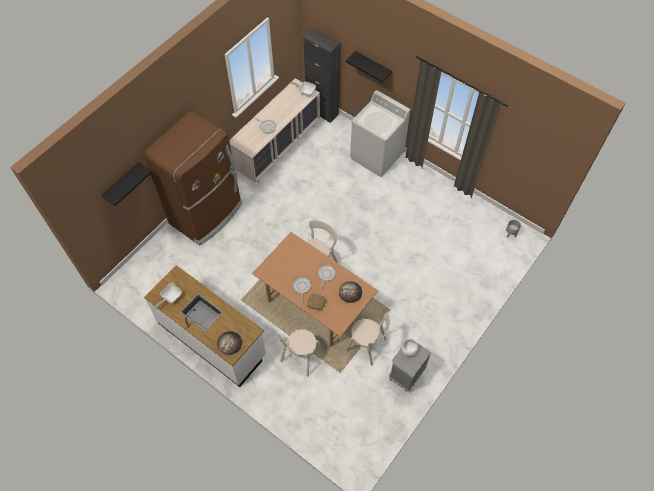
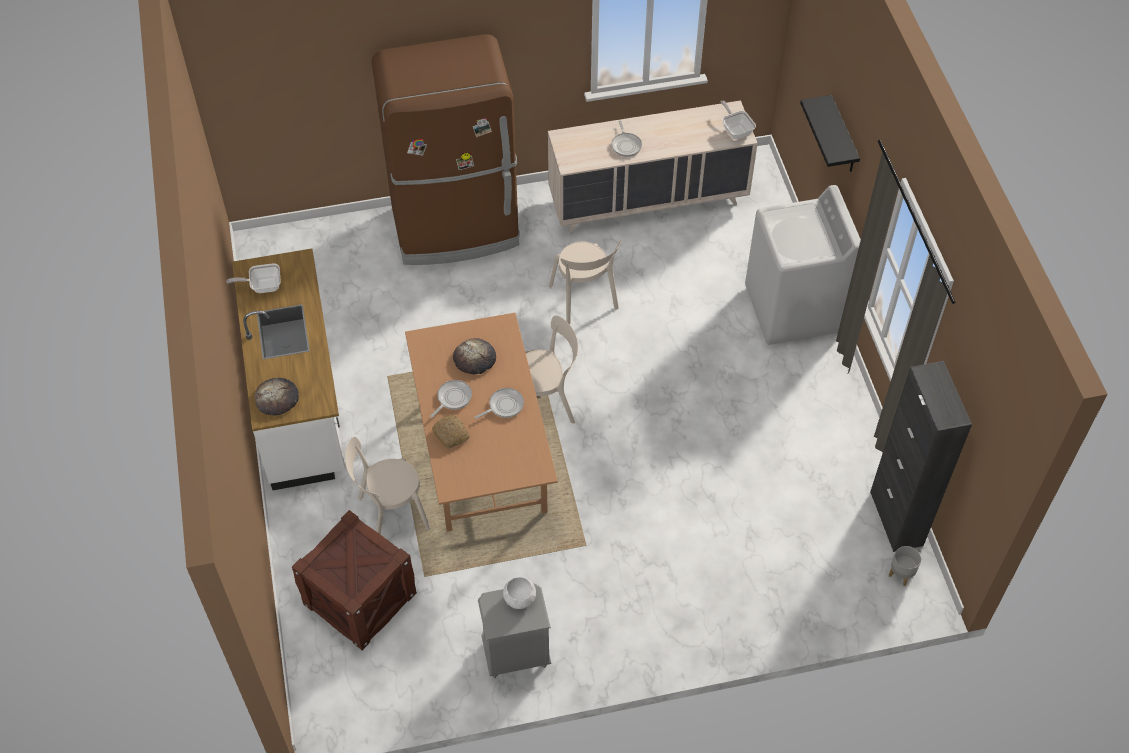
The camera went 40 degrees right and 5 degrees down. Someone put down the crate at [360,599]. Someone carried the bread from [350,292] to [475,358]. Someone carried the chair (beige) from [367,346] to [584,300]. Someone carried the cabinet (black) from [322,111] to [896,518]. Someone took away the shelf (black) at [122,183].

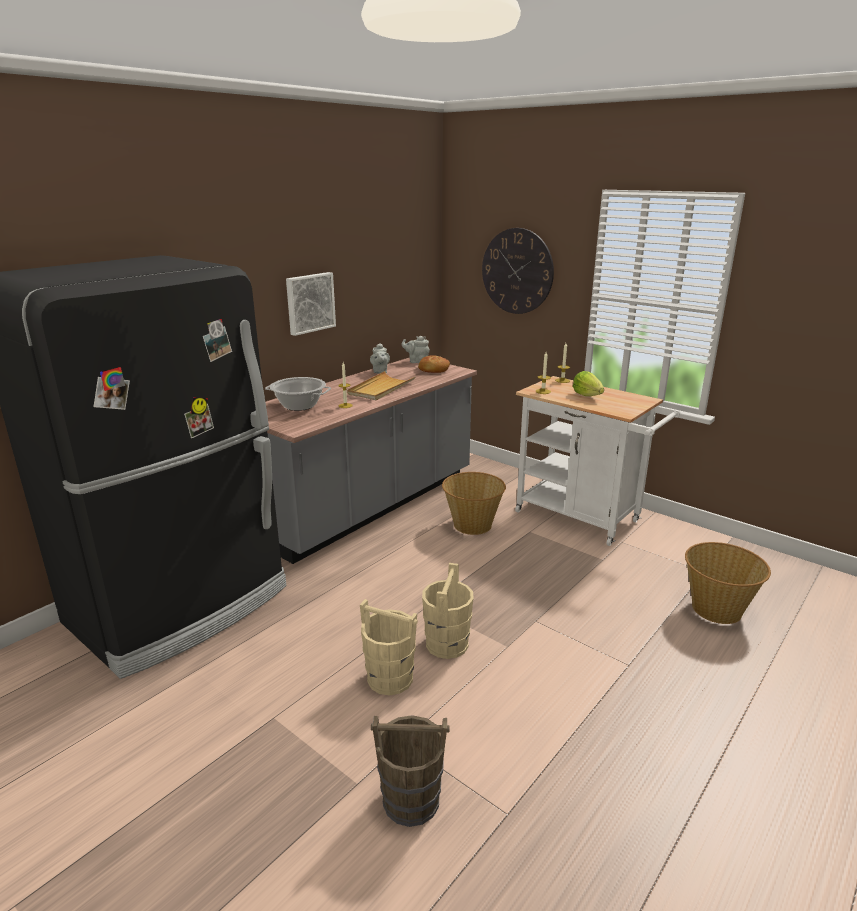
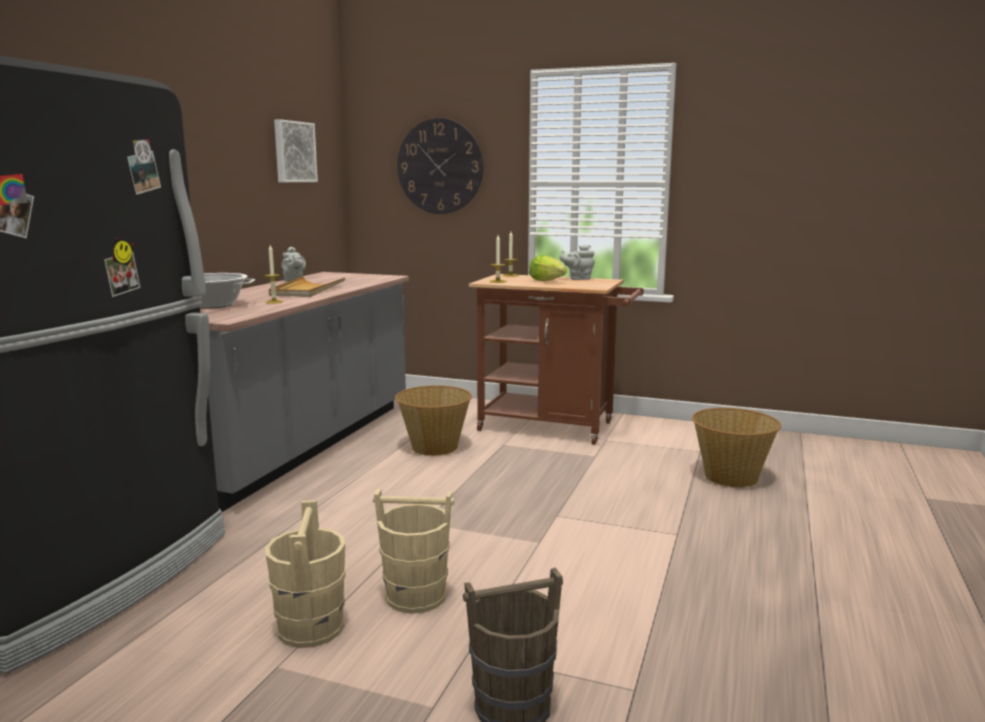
The camera went 20 degrees left and 10 degrees down. Someone carried the bucket (beige) from [447,643] to [311,627]. Someone carried the picture from [309,303] to [293,152]. Someone repainted the cart (white) at [584,518], which became the cart (brown) at [554,427]. Someone carried the teapot (grey) from [417,361] to [578,279]. Someone took away the bread at [433,370].

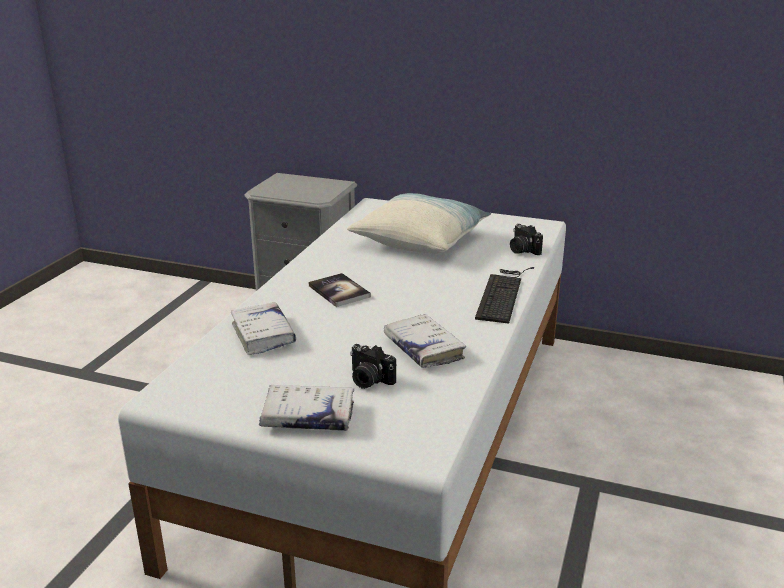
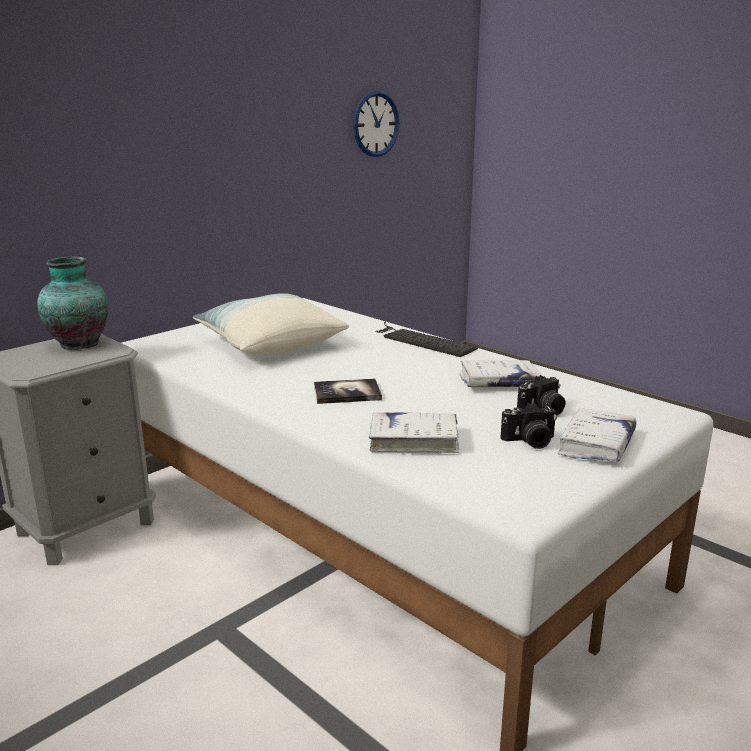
The camera went 65 degrees left and 5 degrees down. Someone put down the vase at [78,344]. Someone put up the wall clock at [376,124]. Someone carried the photo camera from [522,250] to [530,441].

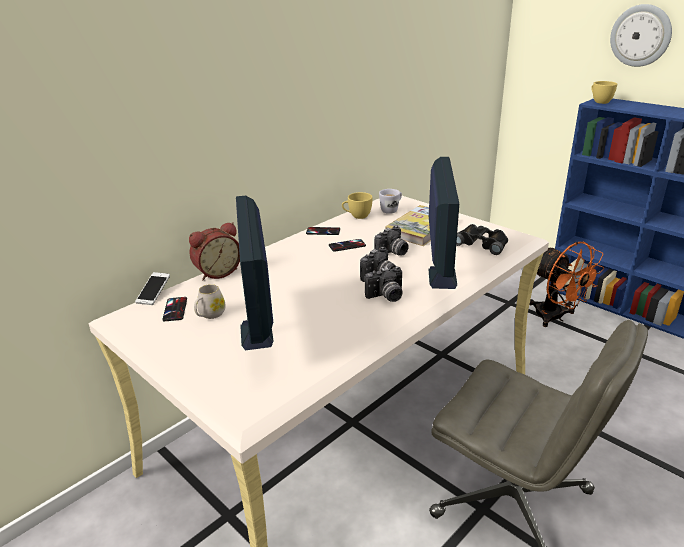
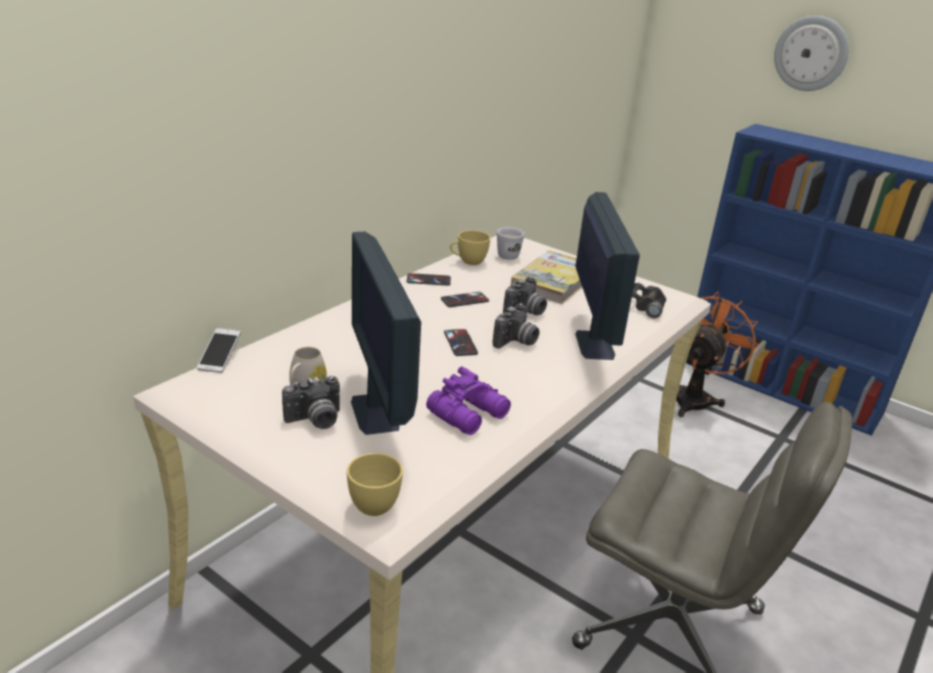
The camera went 10 degrees left and 0 degrees up. Someone carried the photo camera from [386,297] to [315,421]. Someone carried the cup (yellow) from [599,101] to [371,501]. Someone put down the binoculars (purple) at [470,414]. Someone carried the phone from [175,309] to [460,343]. Someone rotated the fan (orange) at [555,317] by 105 degrees counterclockwise. Someone took away the alarm clock at [217,272].

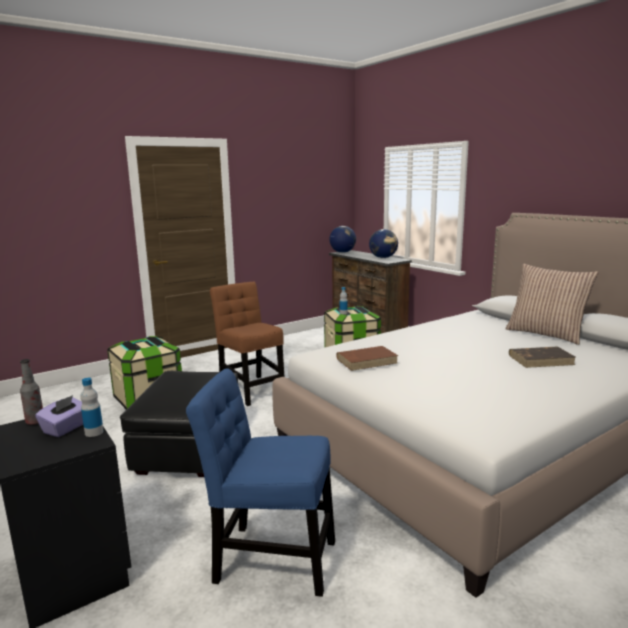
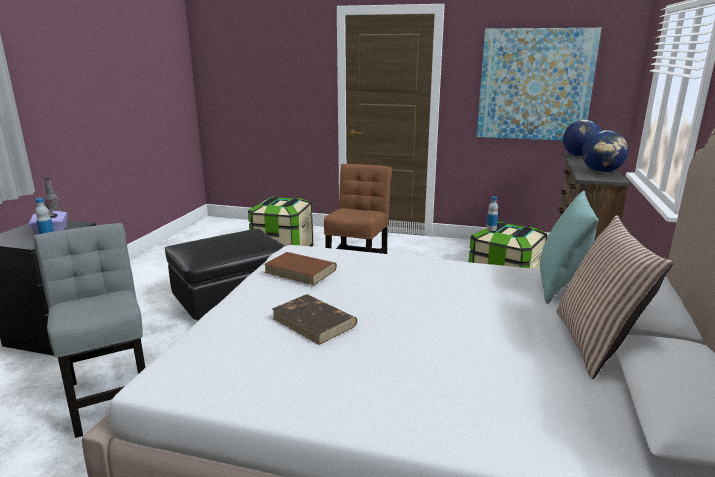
The camera went 50 degrees right and 5 degrees up. Someone repainted the chair (blue) at [269,559], which became the chair (grey) at [110,394]. Someone carried the book (brown) from [541,360] to [314,322]. Someone put up the picture at [534,85]. Someone put down the pillow (turquoise) at [560,286].

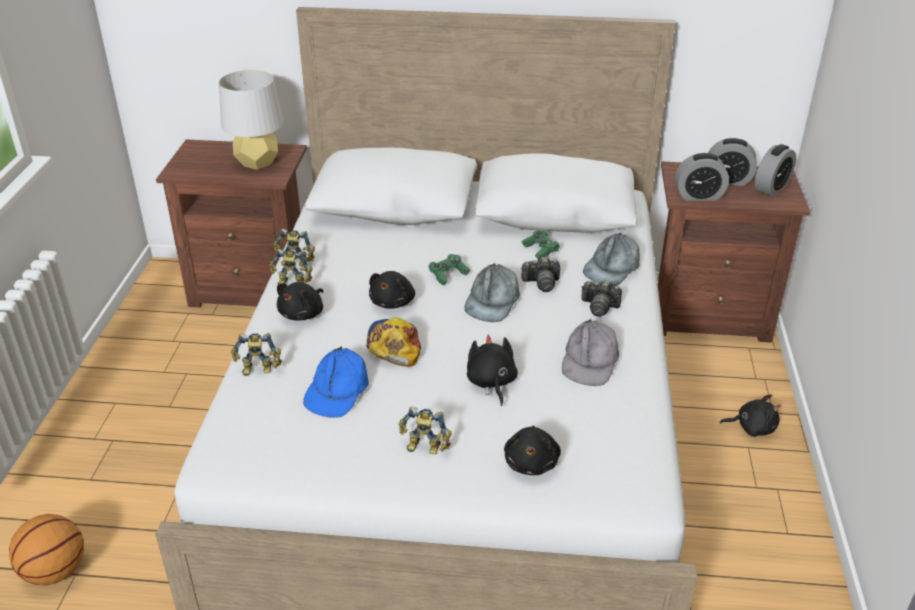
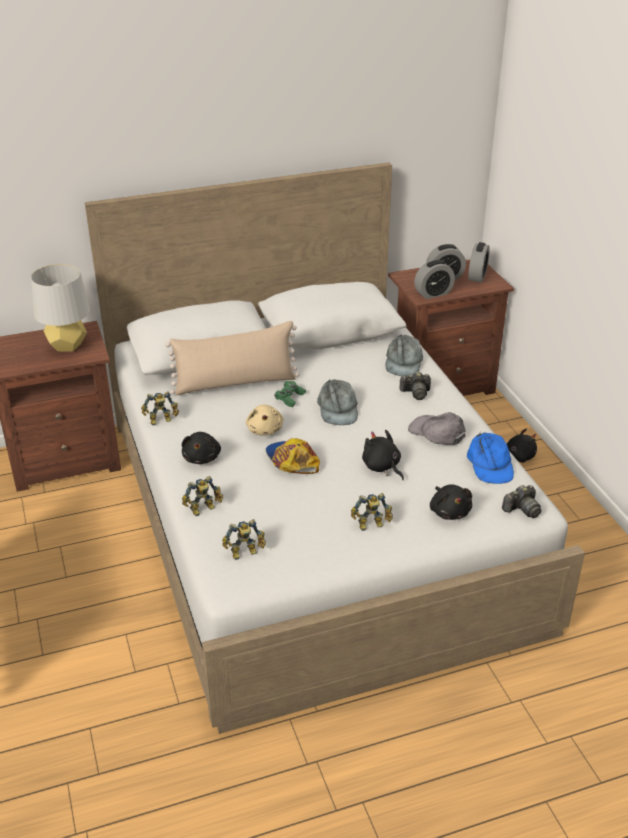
The camera went 25 degrees left and 0 degrees up. Someone put down the pillow (beige) at [235,383]. Someone carried the toy robot from [292,284] to [245,553]. Someone repainted the plush toy (black) at [393,302], which became the plush toy (beige) at [265,429]. Someone rotated the cap (grey) at [589,361] by 135 degrees clockwise. Someone carried the cap (blue) from [337,390] to [489,465]. Someone carried the photo camera from [541,283] to [522,509]. Someone took away the basketball at [55,571]. Someone took away the game controller (green) at [540,250].

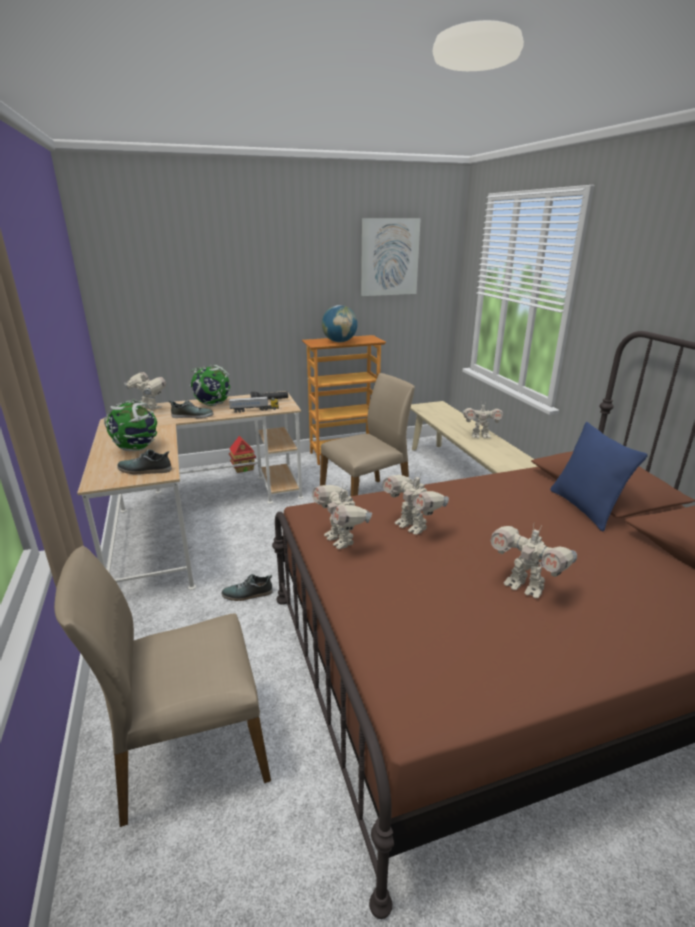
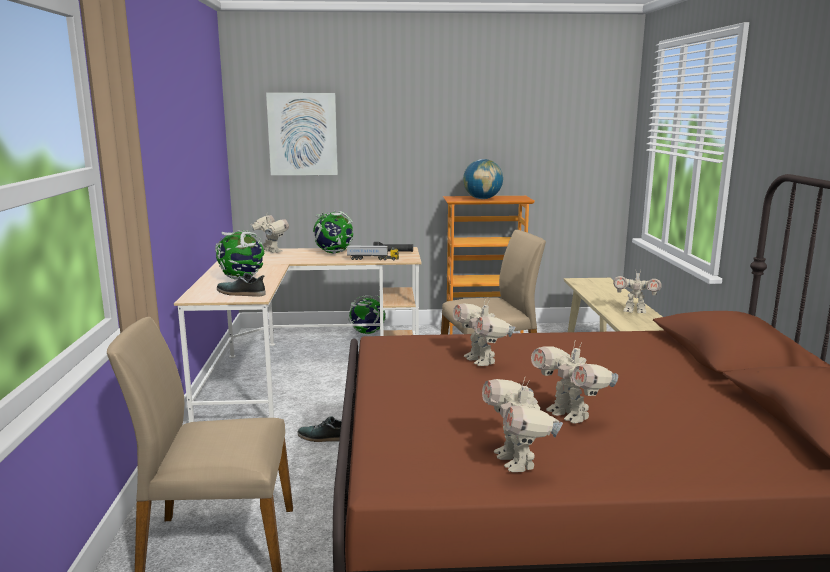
The camera went 15 degrees right and 10 degrees down. Someone carried the picture from [389,257] to [302,134]. Someone swapped the toy house at [243,468] for the globe at [367,333]. Someone carried the toy robot from [341,540] to [517,461]. Someone took away the shoe at [192,416]. Someone took away the pillow (blue) at [584,508].

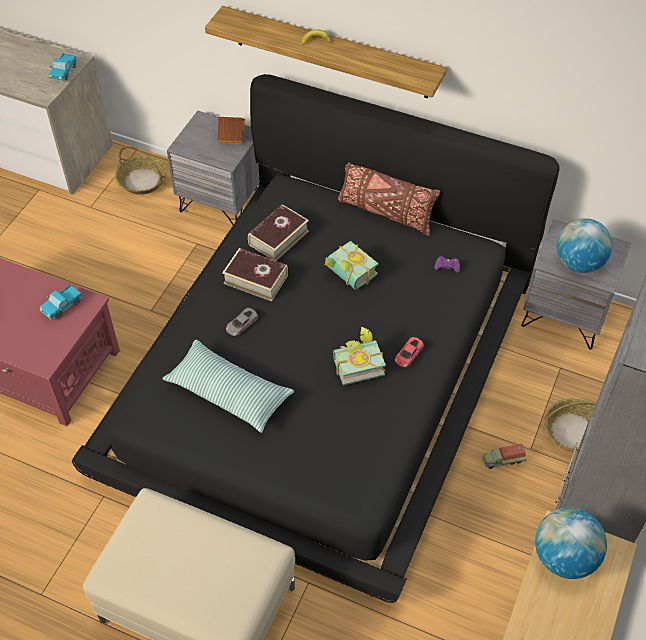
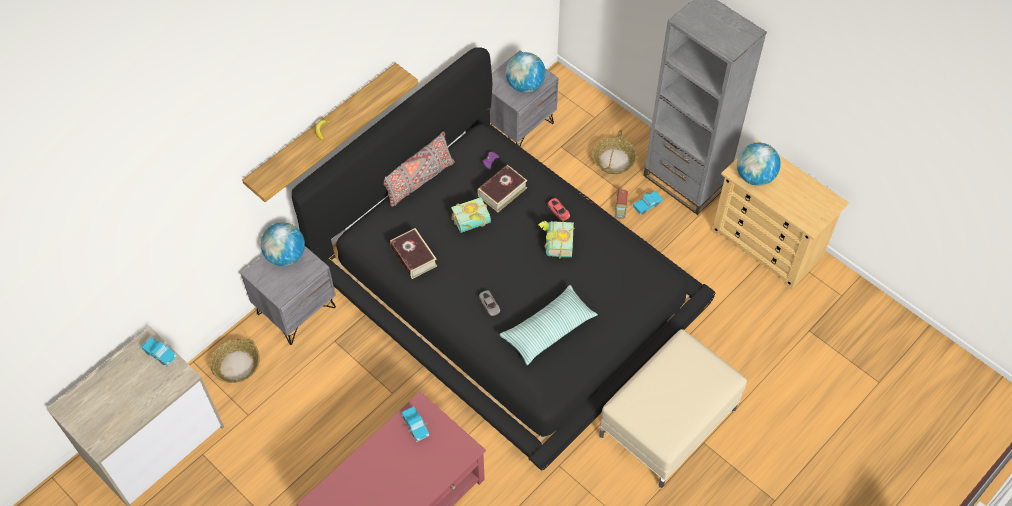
The camera went 70 degrees left and 5 degrees up. Someone swapped the toy house at [231,135] for the globe at [286,256]. Someone repainted the pillow (brown) at [385,213], which became the pillow (grey) at [419,181]. Someone carried the book from [255,279] to [502,192]. Someone put down the toy truck at [647,205].

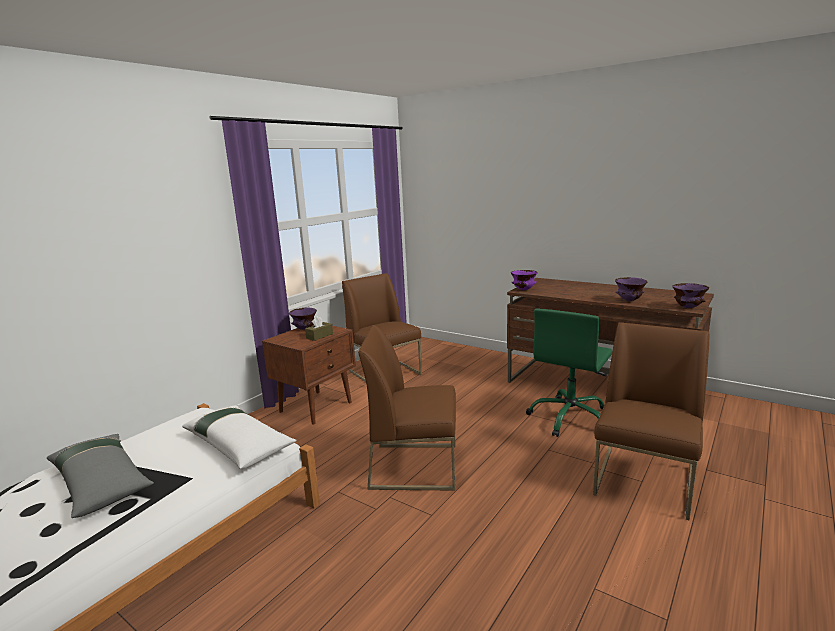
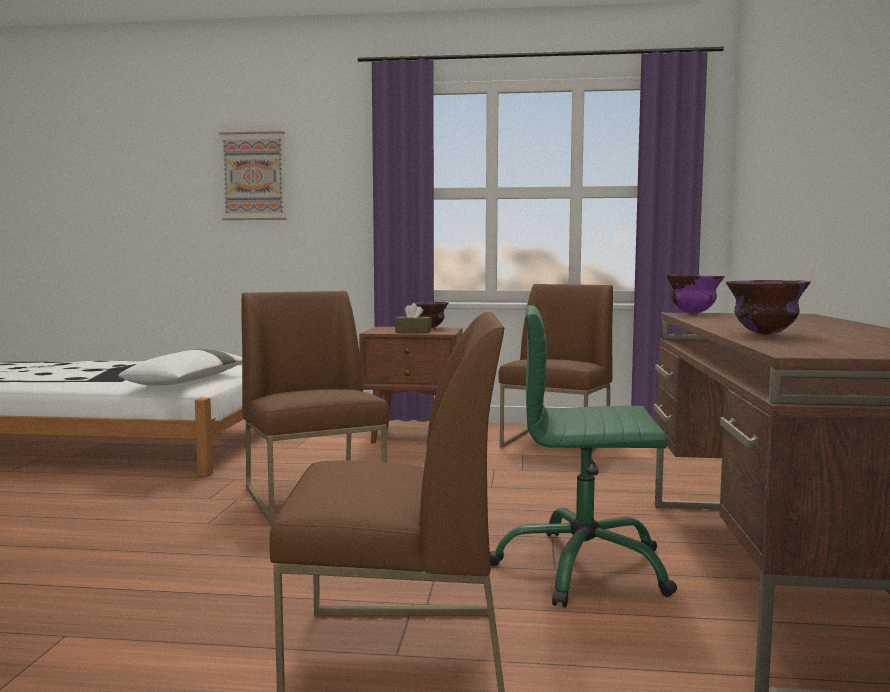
The camera went 60 degrees right and 10 degrees down. Someone put up the picture at [253,176]. Someone took away the pillow (grey) at [101,482]. Someone took away the bowl (purple) at [687,307].

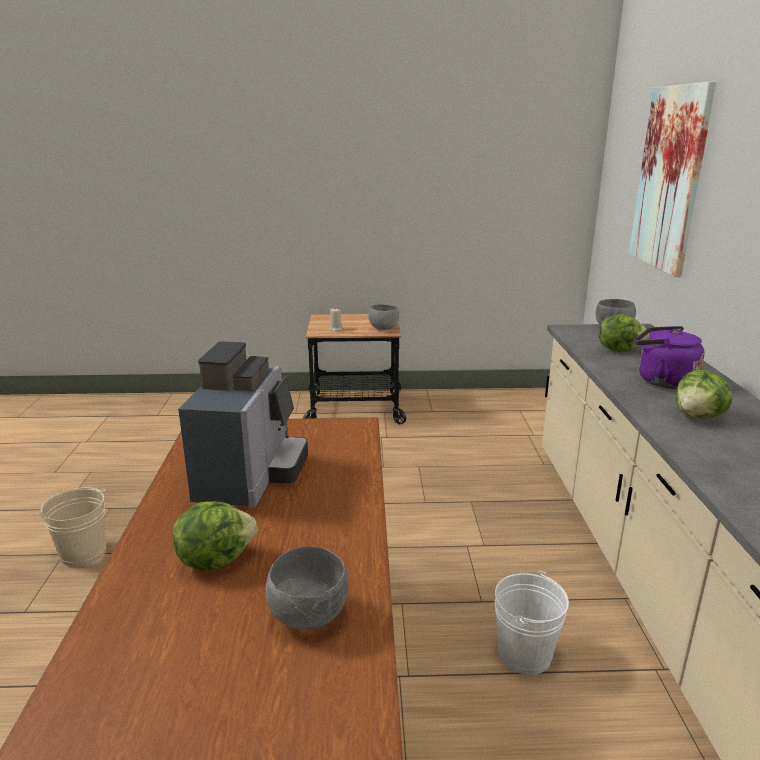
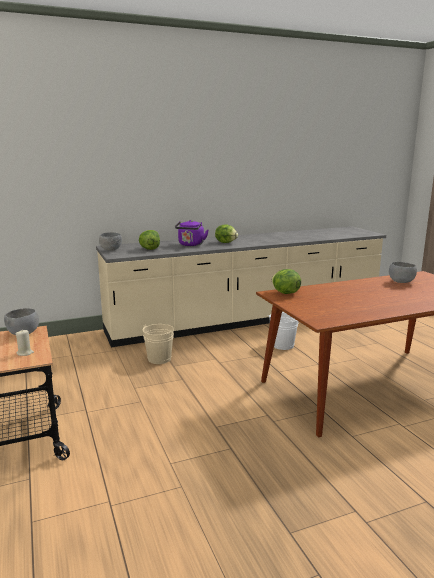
The camera went 110 degrees left and 5 degrees down. Someone carried the bucket (beige) from [83,553] to [159,359]. Someone carried the lettuce from [215,559] to [285,293]. Someone took away the coffee machine at [251,476]. Someone took away the picture at [670,179].

